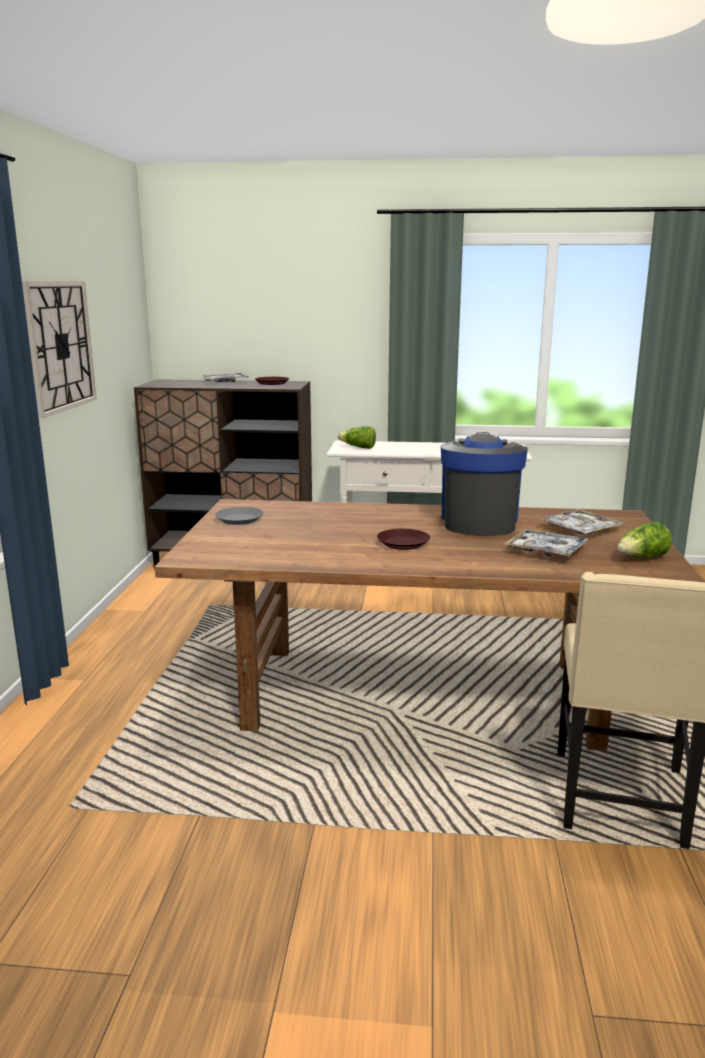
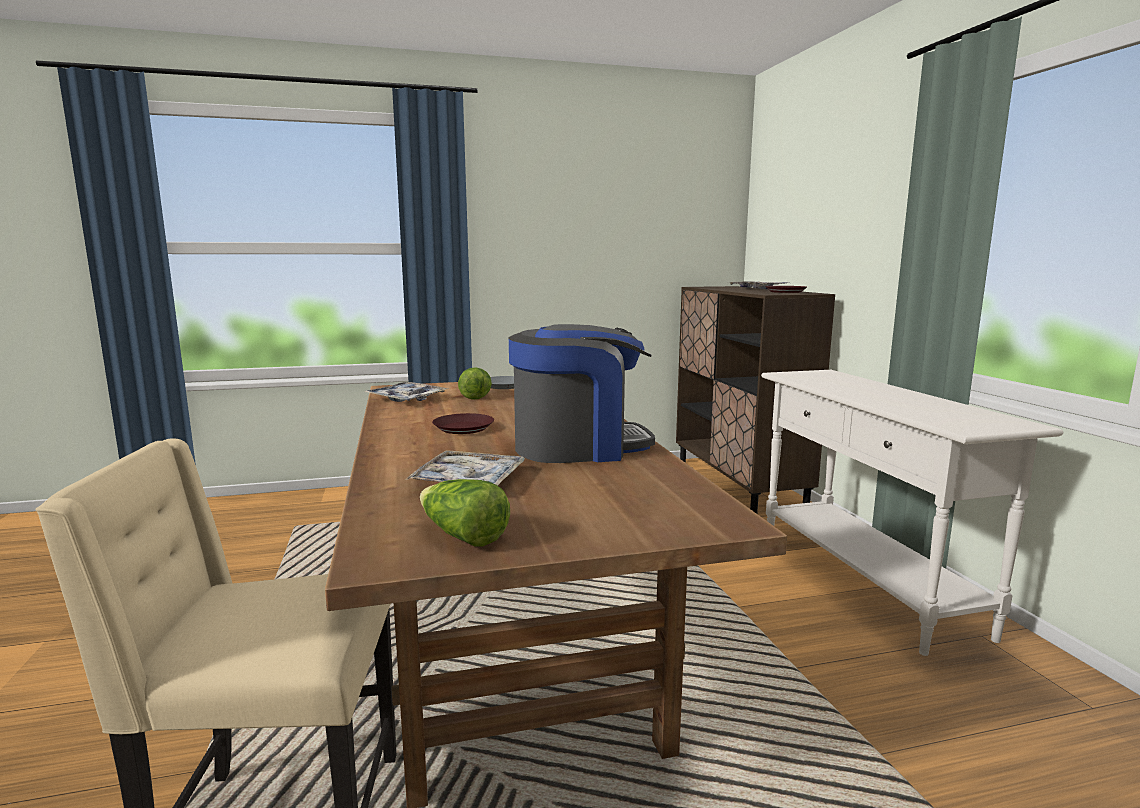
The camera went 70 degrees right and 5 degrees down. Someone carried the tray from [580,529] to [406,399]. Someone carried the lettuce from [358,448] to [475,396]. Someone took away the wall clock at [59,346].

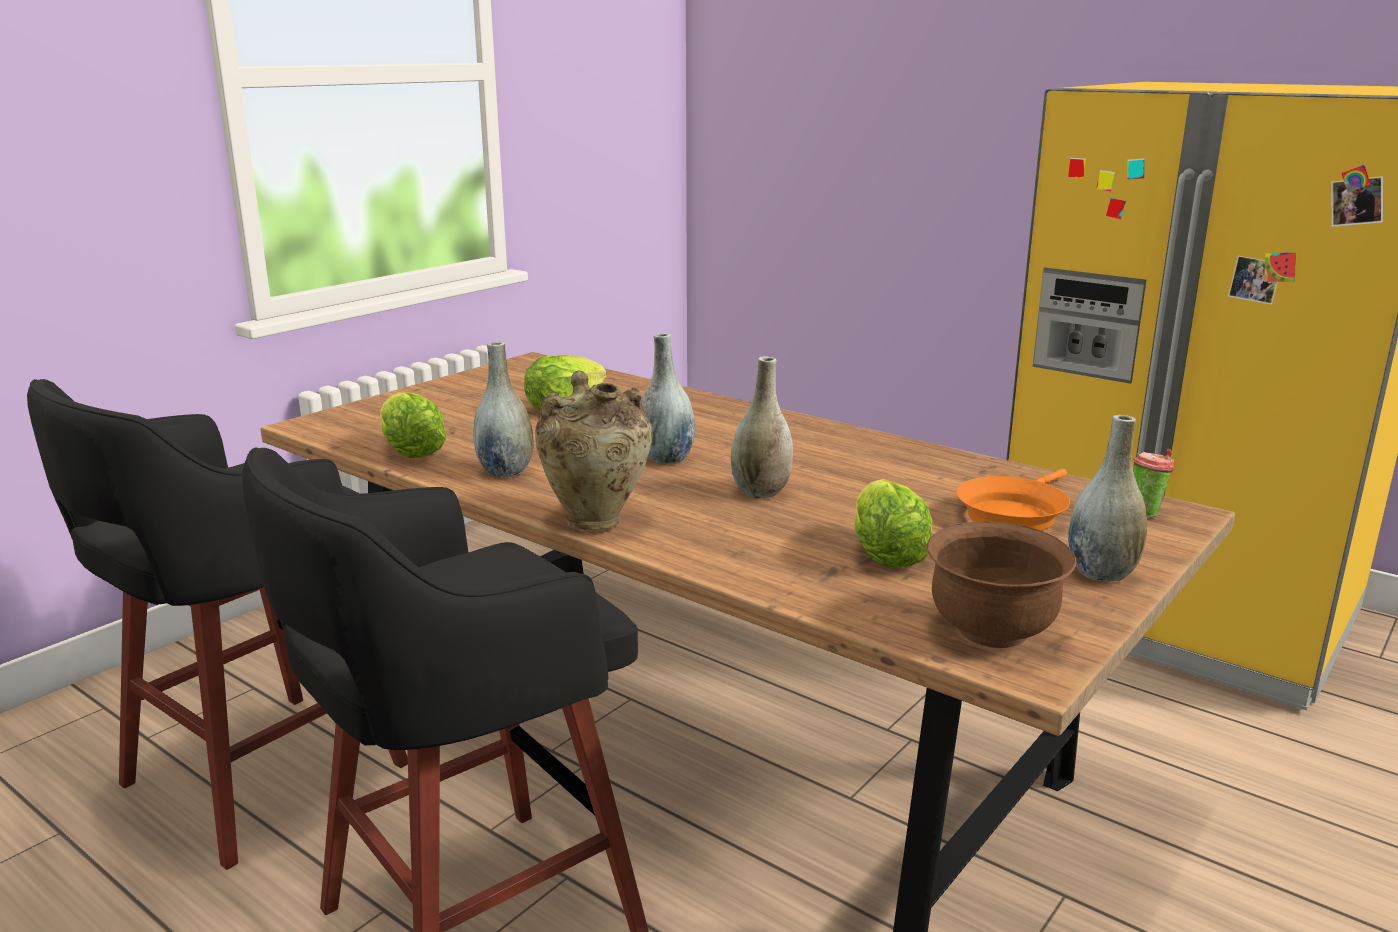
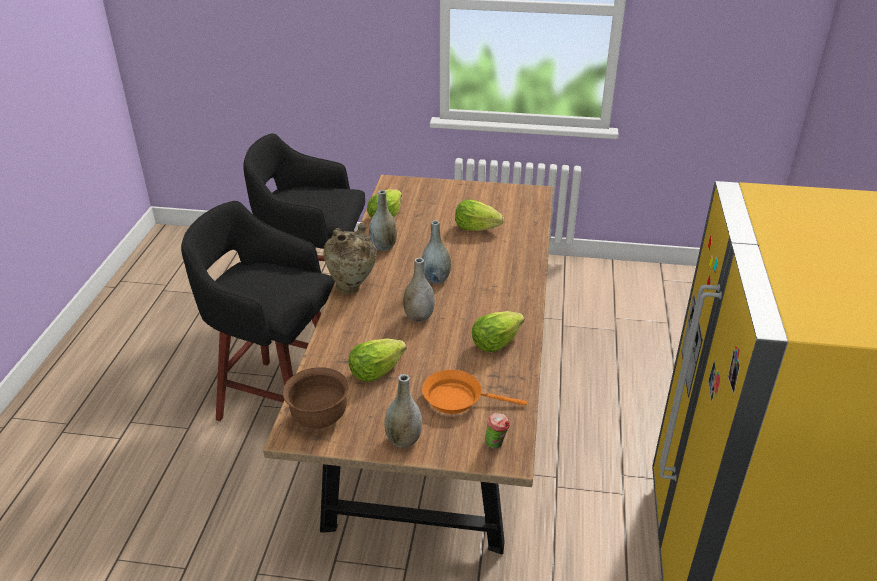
The camera went 60 degrees right and 15 degrees up. Someone put down the lettuce at [495,343].

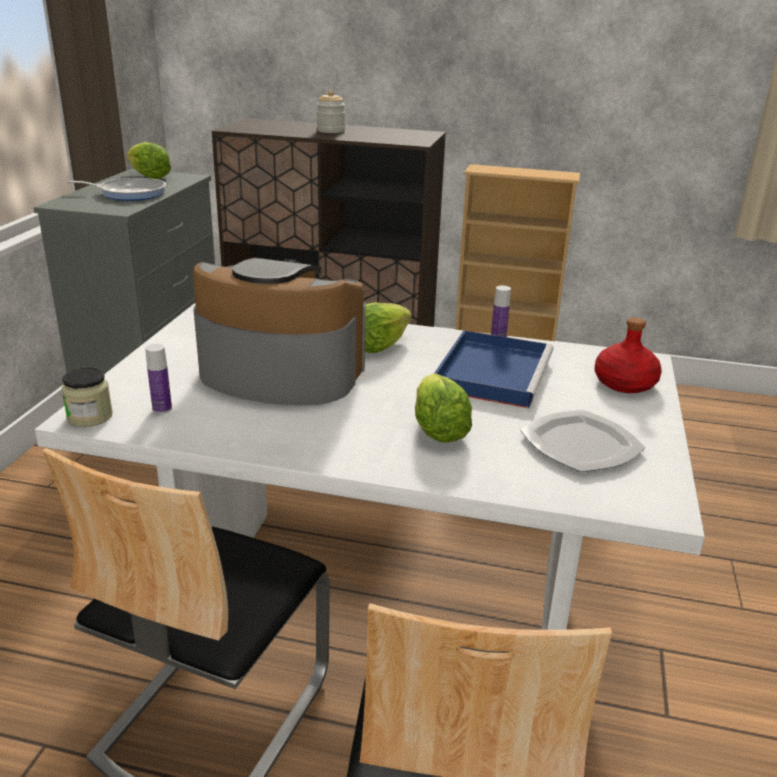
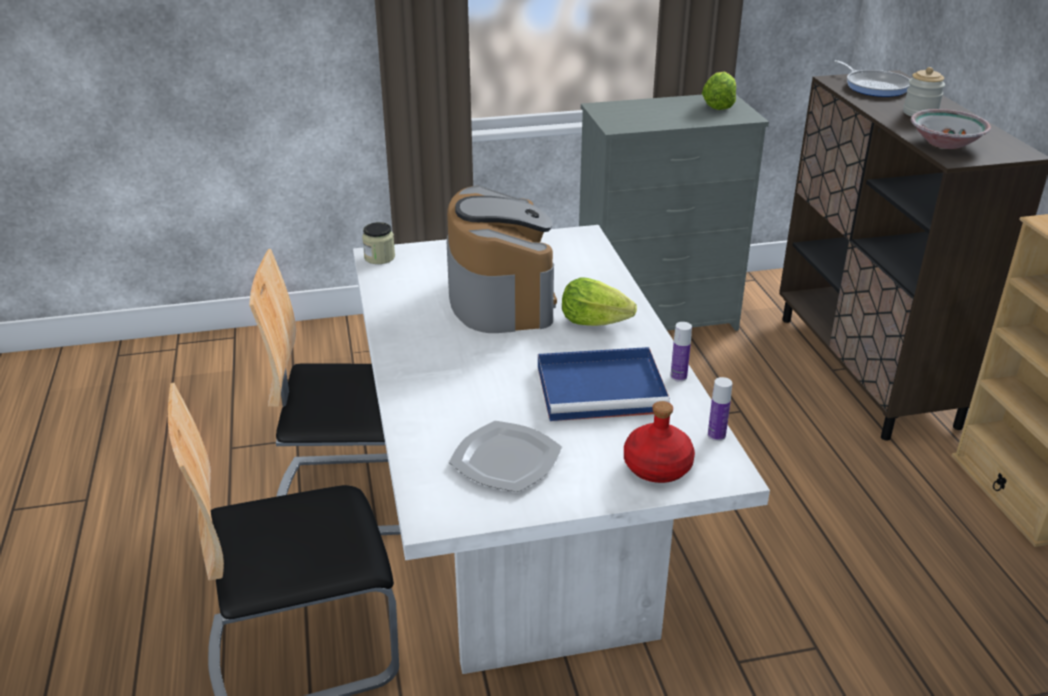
The camera went 65 degrees right and 5 degrees up. Someone carried the bottle from [162,409] to [716,435]. Someone carried the frying pan from [129,193] to [874,86]. Someone put down the bowl at [945,142]. Someone took away the lettuce at [438,430].

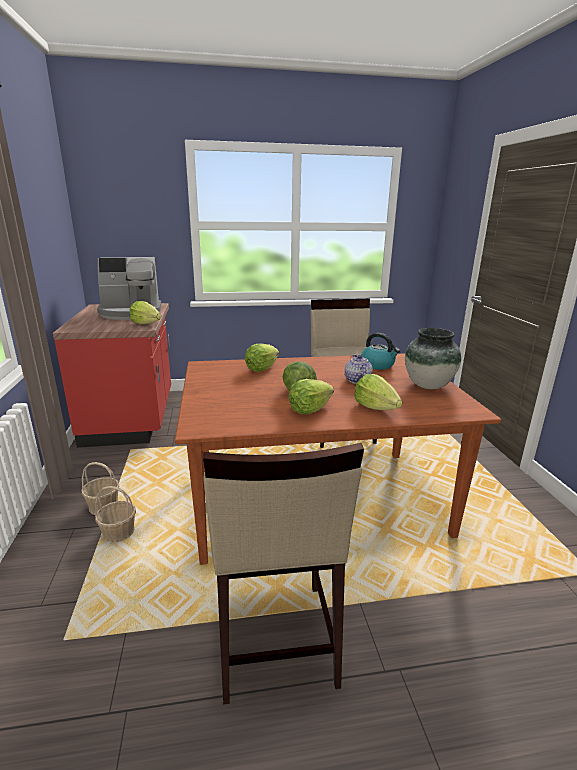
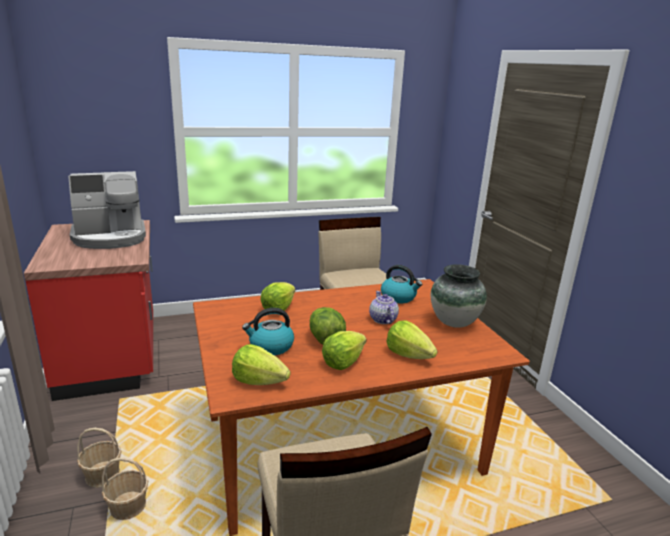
The camera went 10 degrees left and 0 degrees up. Someone carried the lettuce from [146,323] to [259,381]. Someone put down the kettle at [270,346].

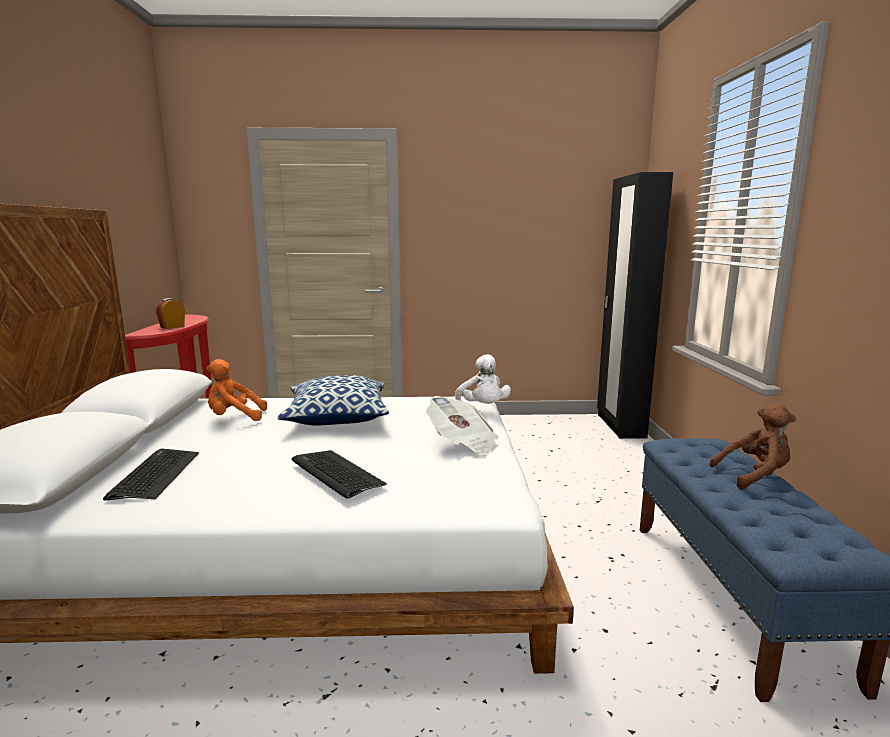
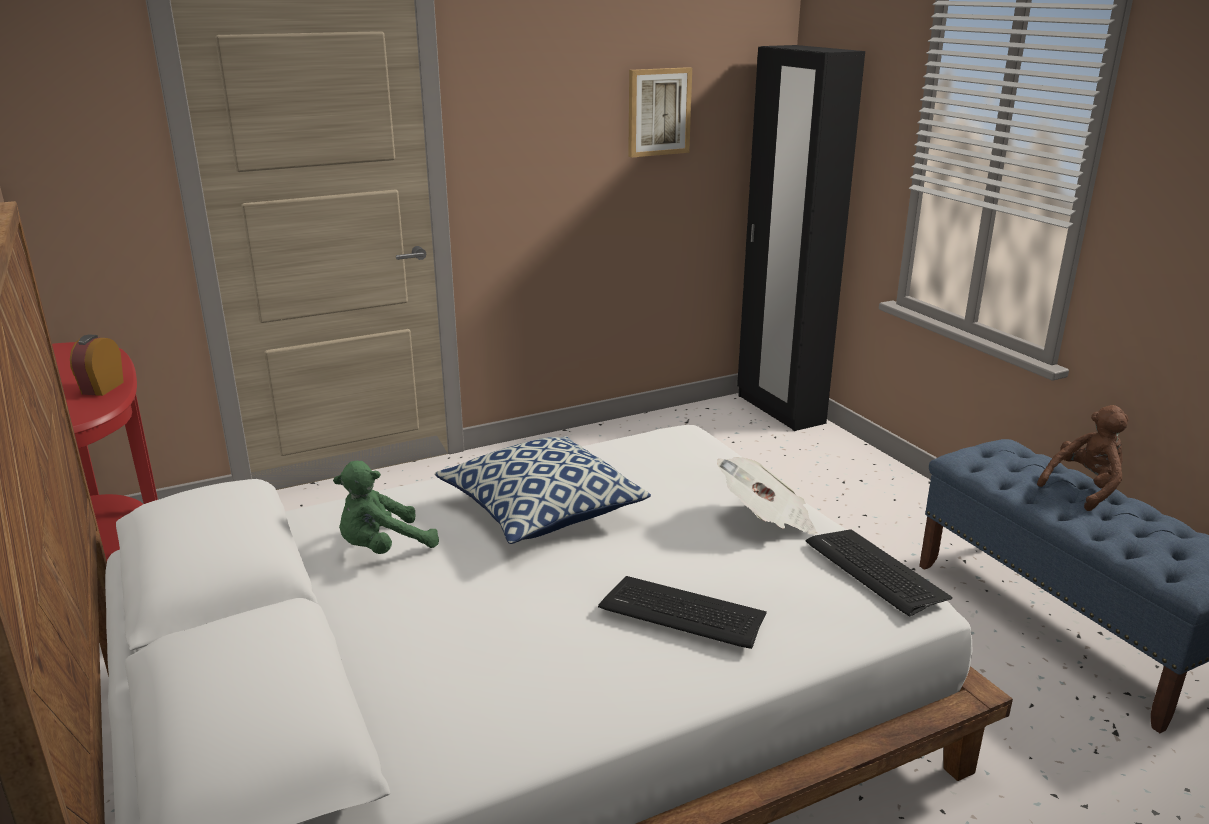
The camera went 25 degrees left and 10 degrees up. Someone repainted the plush toy (orange) at [234,418], which became the plush toy (green) at [383,548]. Someone put up the picture at [658,112]. Someone carried the keyboard from [155,475] to [875,571]. Someone took away the plush toy (white) at [483,407].

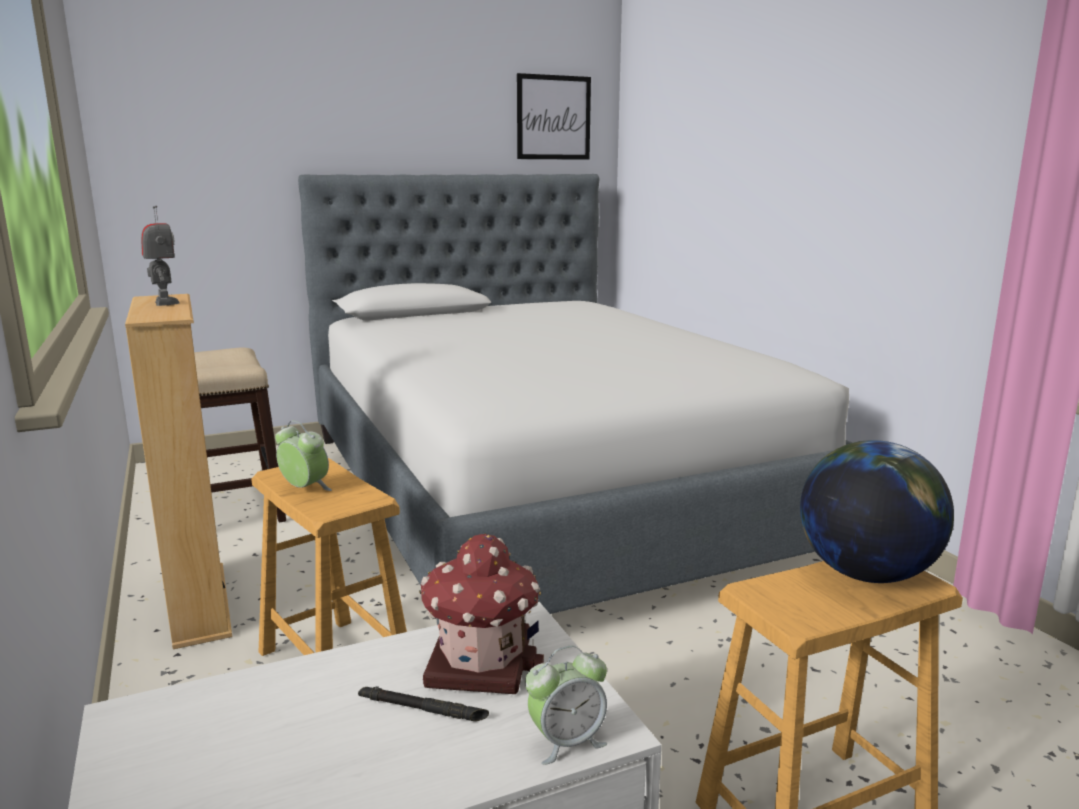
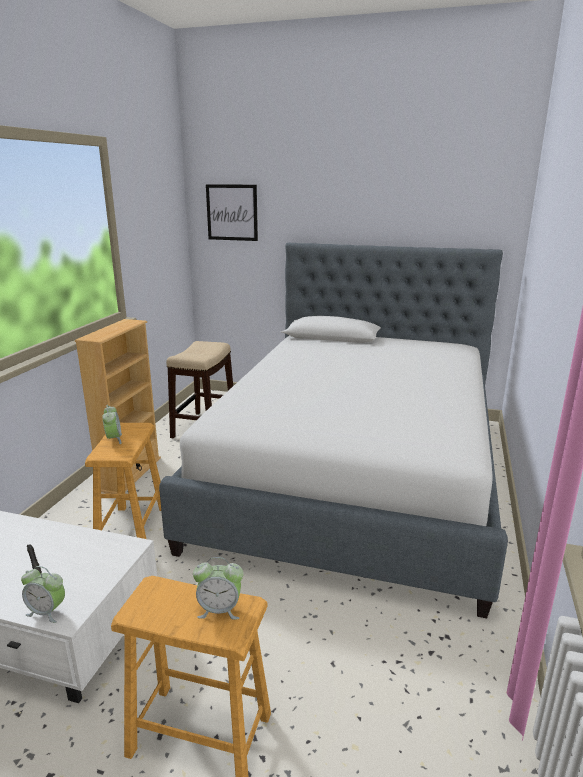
The camera went 40 degrees right and 5 degrees up. Someone swapped the globe at [866,573] for the alarm clock at [220,609]. Someone carried the picture from [553,117] to [232,212]. Someone took away the toy robot at [165,303]. Someone took away the toy house at [481,661].

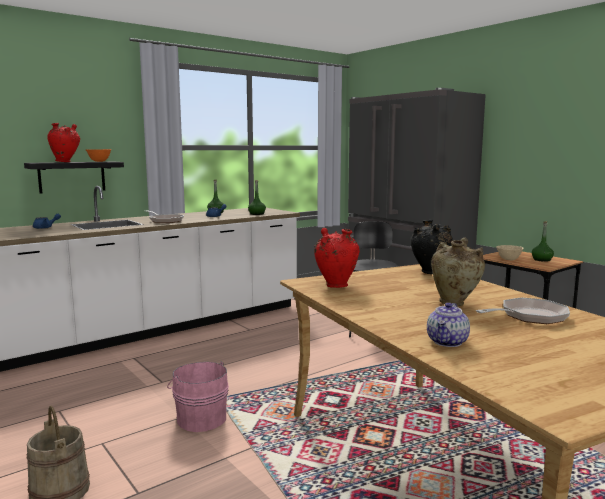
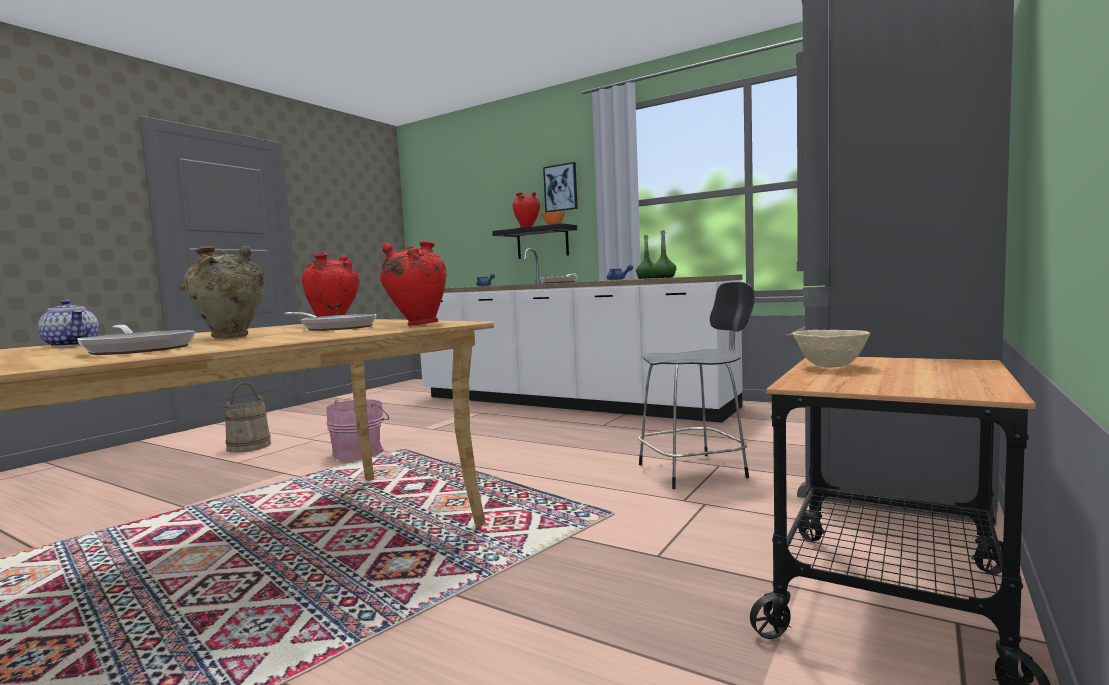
The camera went 70 degrees right and 5 degrees down. Someone rotated the teapot at [447,342] by 150 degrees counterclockwise. Someone put down the frying pan at [335,328]. Someone repainted the vase (black) at [430,273], which became the vase (red) at [417,325]. Someone put up the picture at [561,188]. Someone took away the bottle (green) at [541,260].

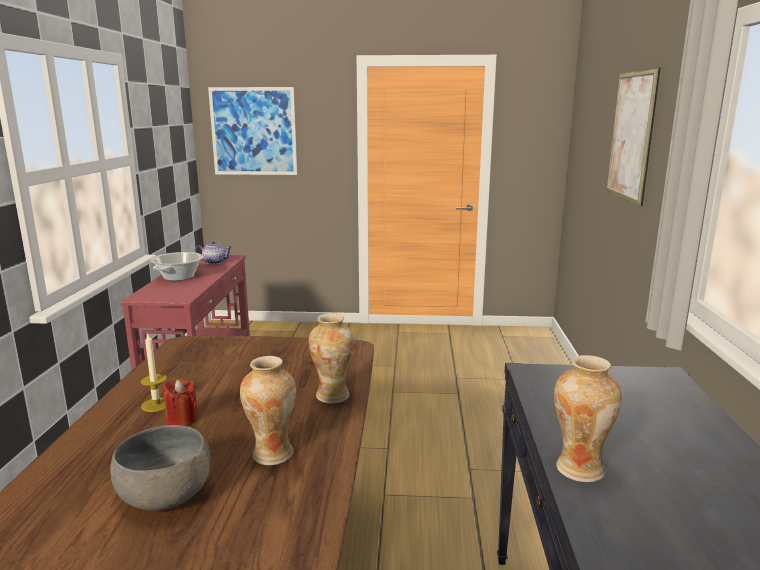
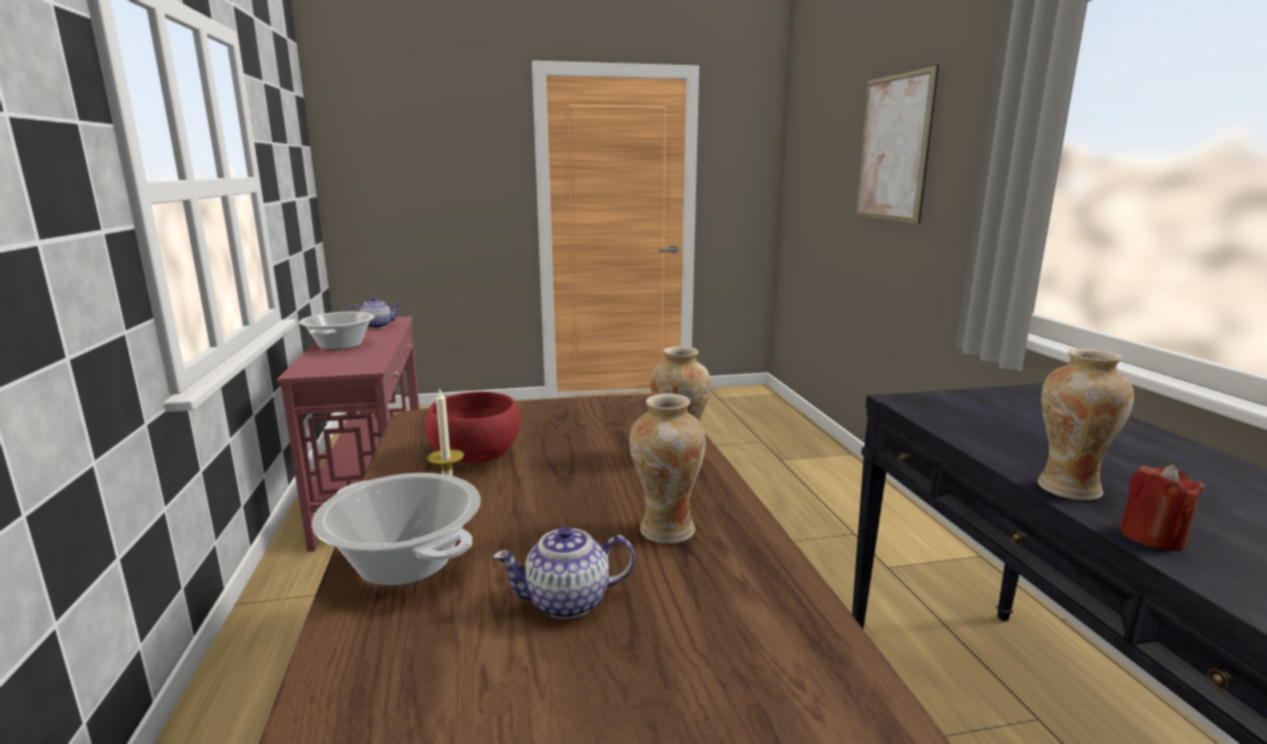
The camera went 15 degrees left and 0 degrees up. Someone put down the cooking pot at [405,561]. Someone put down the bowl (red) at [475,455]. Someone swapped the bowl (grey) at [166,496] for the teapot at [568,601]. Someone carried the candle (red) from [182,419] to [1152,537]. Someone took away the picture at [253,131].

